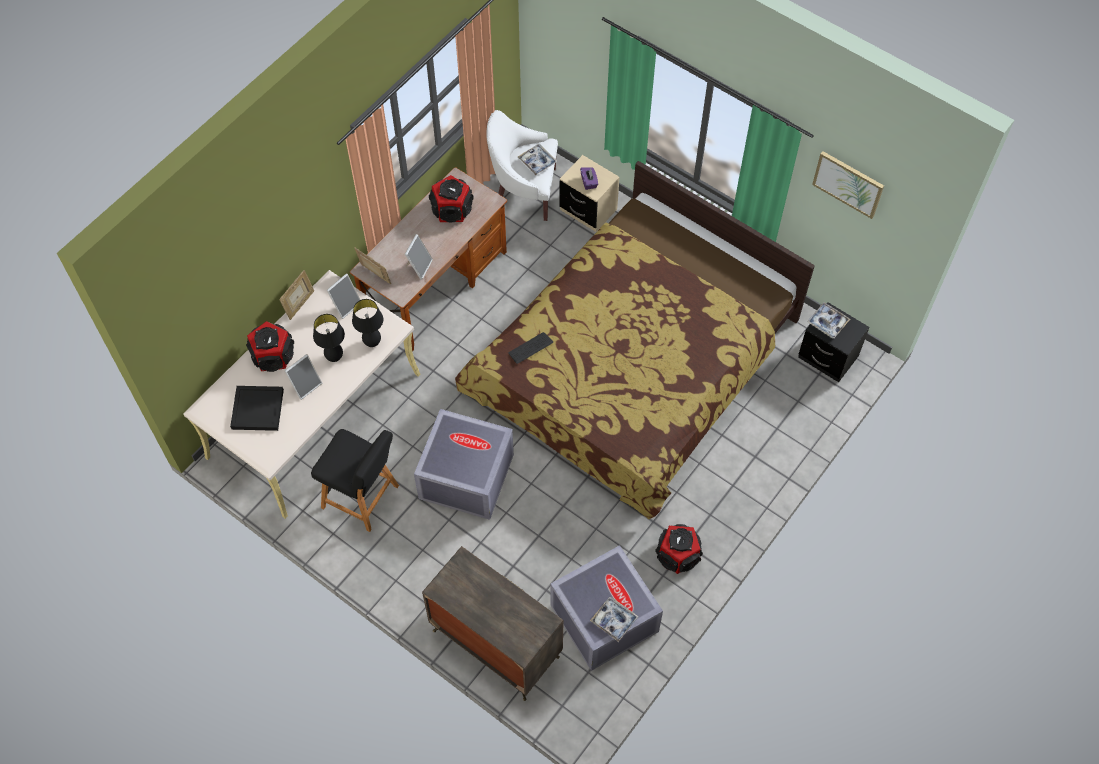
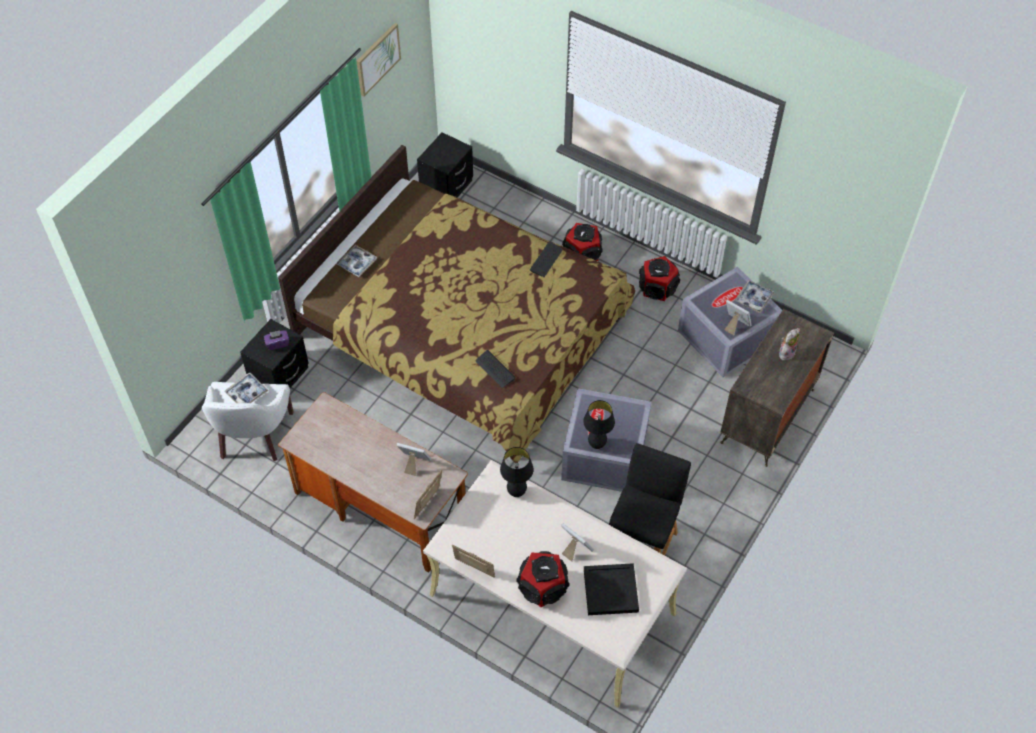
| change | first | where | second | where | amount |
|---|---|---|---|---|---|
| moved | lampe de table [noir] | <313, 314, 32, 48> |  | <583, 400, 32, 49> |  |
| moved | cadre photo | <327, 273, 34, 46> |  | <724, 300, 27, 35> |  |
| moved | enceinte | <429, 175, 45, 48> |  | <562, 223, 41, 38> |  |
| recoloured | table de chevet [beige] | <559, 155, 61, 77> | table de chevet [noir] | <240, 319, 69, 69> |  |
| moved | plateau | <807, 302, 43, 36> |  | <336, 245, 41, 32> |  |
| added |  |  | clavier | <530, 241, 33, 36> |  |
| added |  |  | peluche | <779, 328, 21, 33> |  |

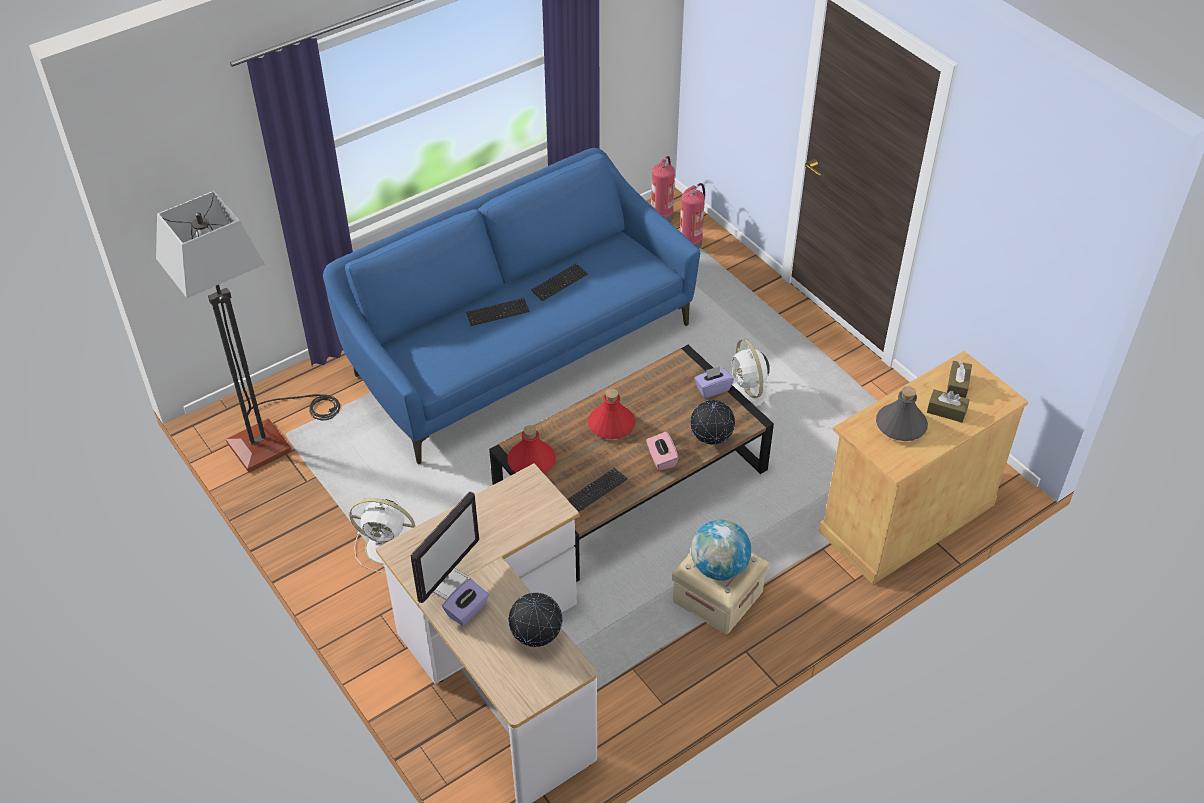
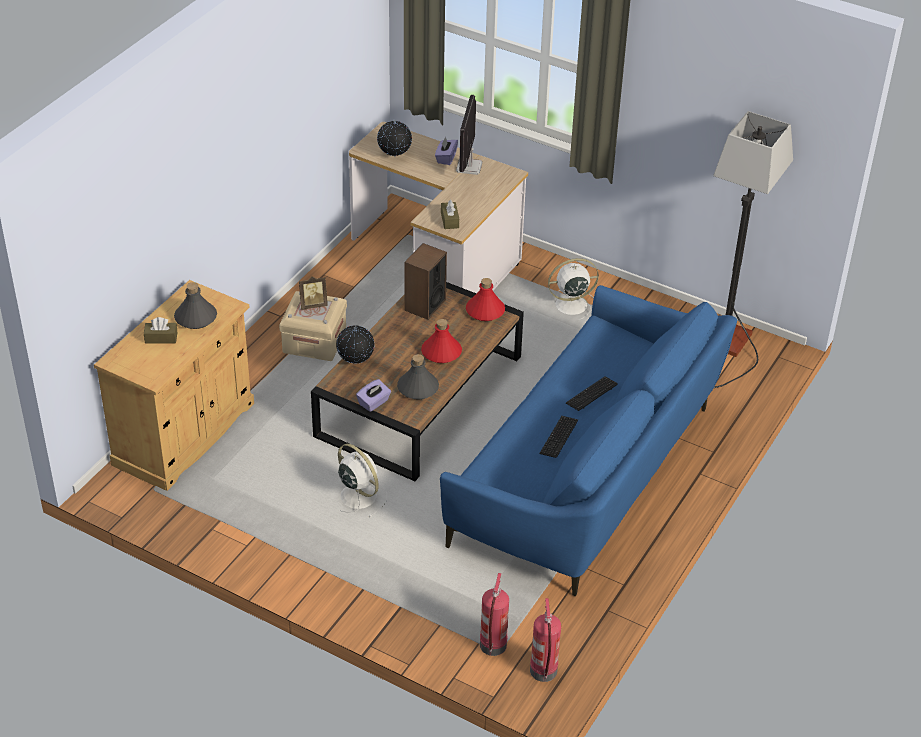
| change | first | where | second | where | amount |
|---|---|---|---|---|---|
| replaced | clavier | <567, 468, 61, 44> | enceinte | <404, 243, 43, 77> |  |
| removed | boîte à mouchoirs [rose] | <646, 431, 32, 40> |  |  |  |
| replaced | globe | <691, 520, 60, 60> | cadre photo | <299, 276, 29, 34> |  |
| moved | boîte à mouchoirs [marron] | <947, 361, 25, 37> |  | <441, 200, 18, 29> |  |
| added |  |  | bouteille [gris] | <397, 354, 42, 46> |  |

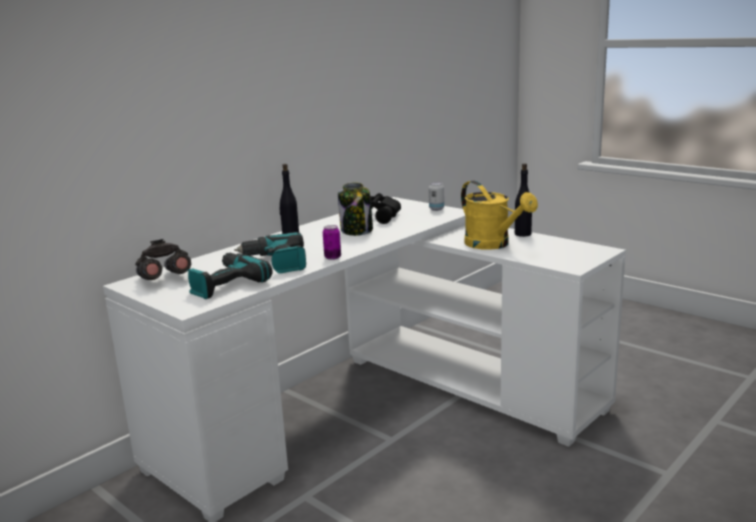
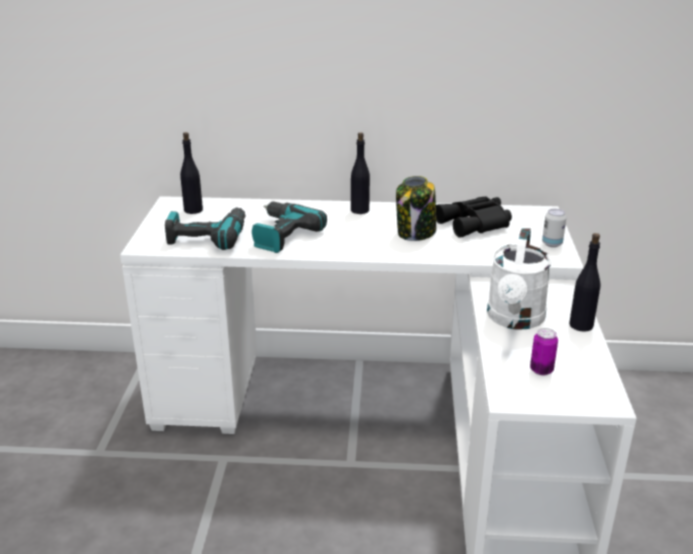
| change | first | where | second | where | amount |
|---|---|---|---|---|---|
| replaced | jumelles [gris] | <135, 239, 56, 41> | bouteille [noir] | <180, 132, 23, 82> |  |
| moved | boîte métallique | <323, 225, 18, 35> |  | <530, 328, 28, 47> |  |
| recoloured | arrosoir [jaune] | <461, 181, 77, 69> | arrosoir [blanc] | <487, 228, 65, 102> |  |

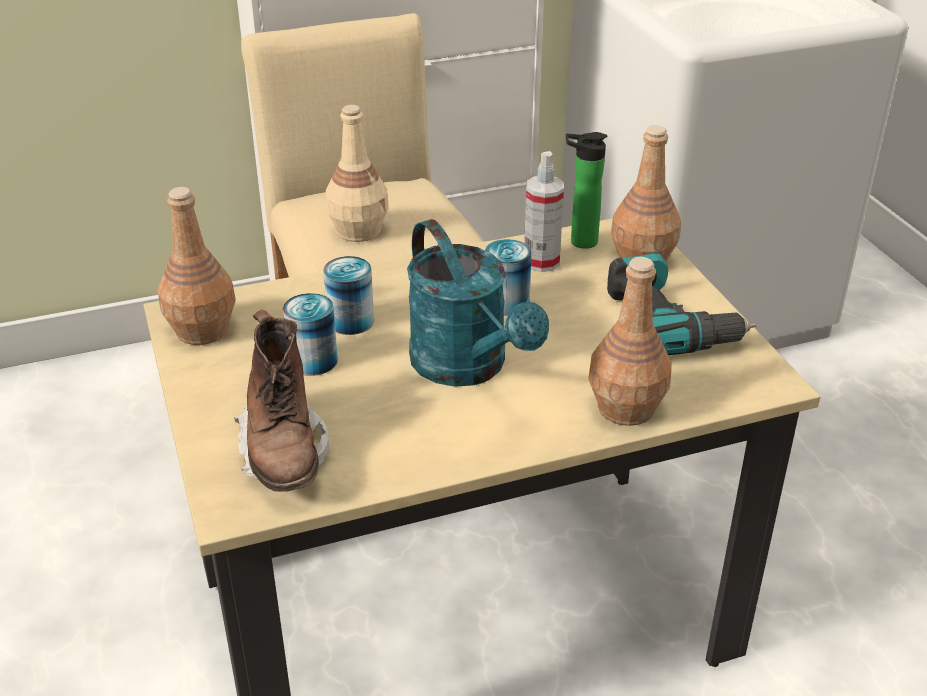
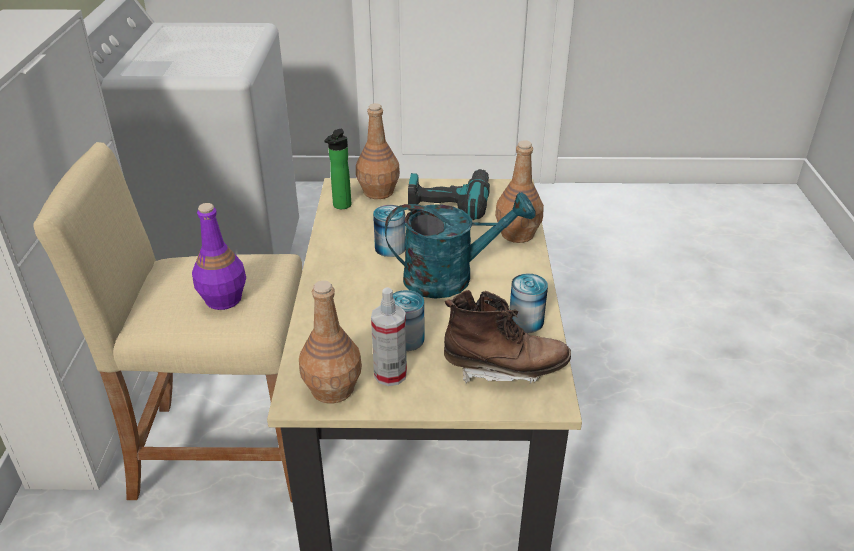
| change | first | where | second | where | amount |
|---|---|---|---|---|---|
| moved | boîte métallique | <323, 256, 51, 79> |  | <510, 273, 38, 60> |  |
| recoloured | bouteille [beige] | <326, 105, 63, 137> | bouteille [violet] | <192, 203, 54, 107> |  |
| moved | vaporisateur | <524, 151, 40, 121> |  | <371, 287, 36, 99> |  |

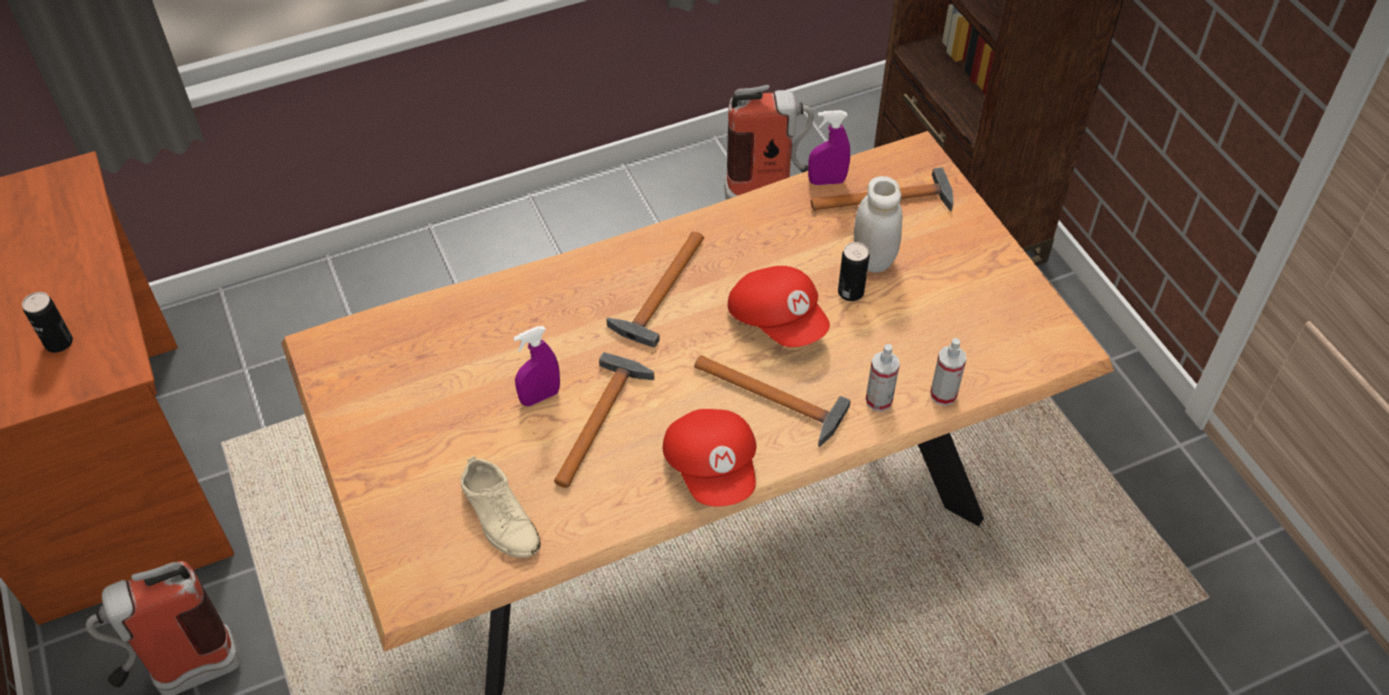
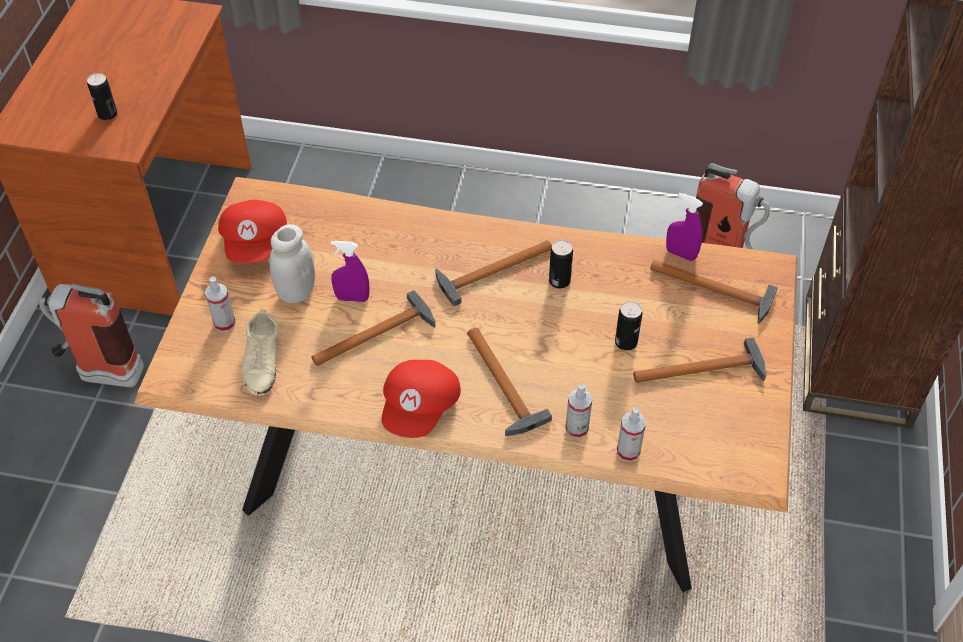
| change | first | where | second | where | amount |
|---|---|---|---|---|---|
| moved | casquette [rouge] | <728, 266, 102, 81> |  | <218, 200, 69, 63> |  |
| moved | bocal [blanc] | <854, 176, 48, 97> |  | <269, 224, 46, 79> |  |
| added |  |  | vaporisateur | <205, 276, 31, 56> |  |
| added |  |  | boîte métallique | <549, 240, 24, 48> |  |
| added |  |  | marteau | <633, 337, 133, 46> |  |

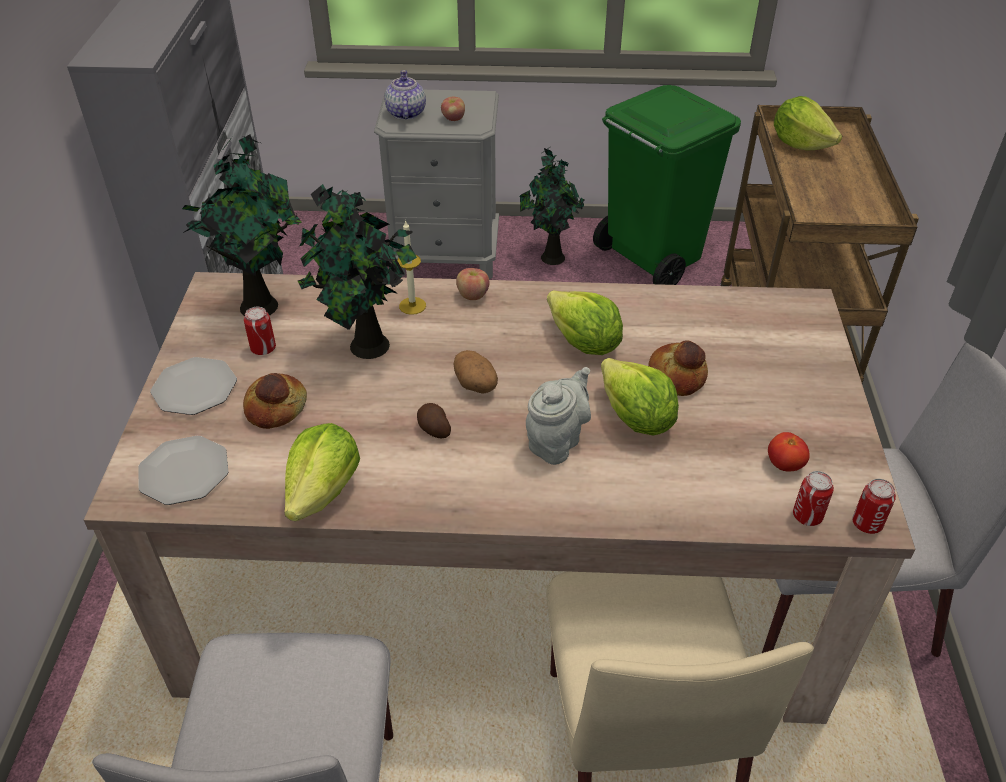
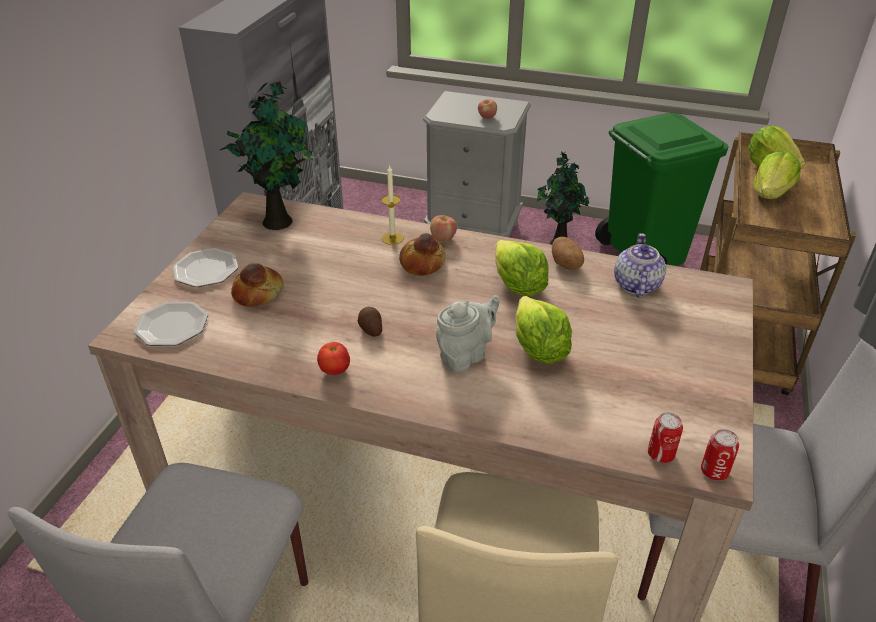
| change | first | where | second | where | amount |
|---|---|---|---|---|---|
| removed | boîte métallique | <244, 307, 32, 48> |  |  |  |
| moved | laitue | <284, 423, 76, 98> |  | <753, 151, 48, 48> |  |
| removed | plante en pot | <298, 184, 119, 175> |  |  |  |
| moved | théière | <384, 70, 42, 50> |  | <614, 233, 52, 65> |  |
| moved | pomme de terre | <454, 350, 44, 44> |  | <552, 237, 32, 33> |  |
| moved | pain | <648, 340, 60, 56> |  | <399, 233, 47, 43> |  |
| moved | tomate | <768, 432, 42, 40> |  | <317, 342, 33, 33> |  |

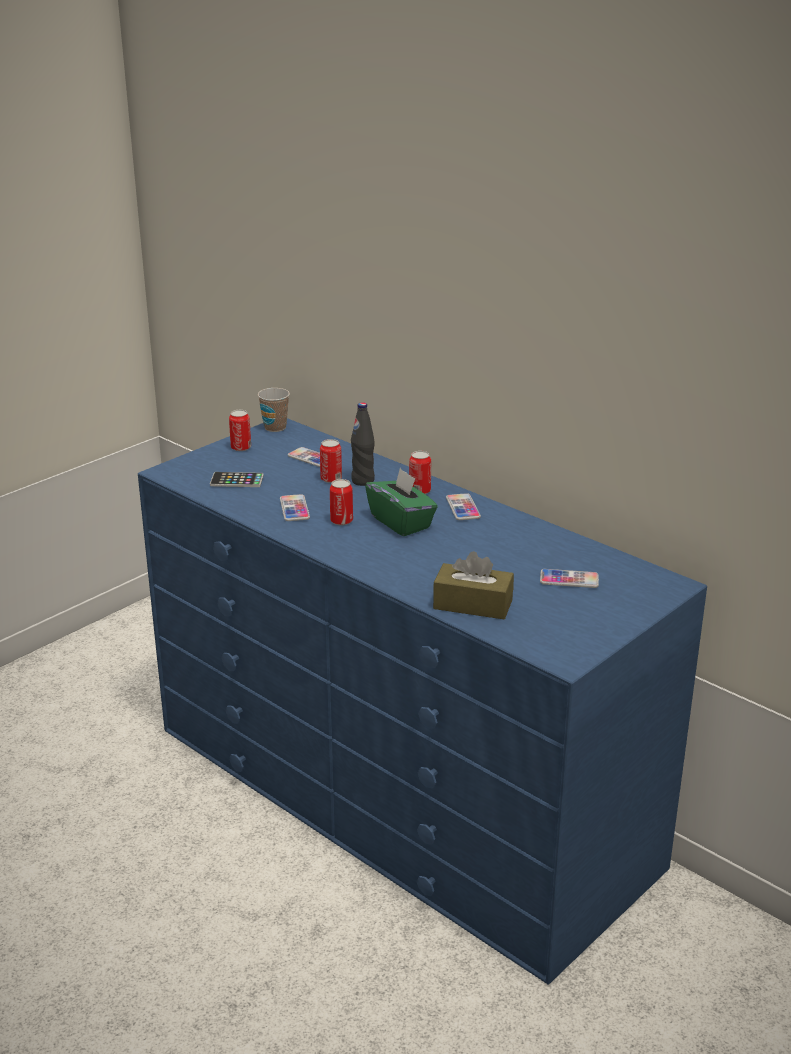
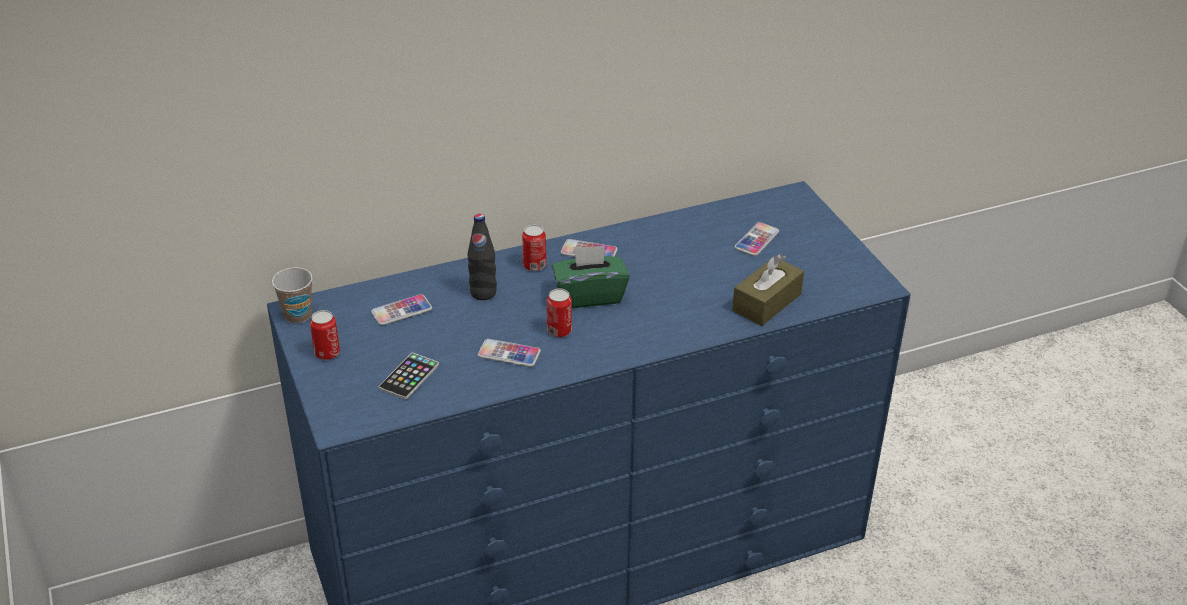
| change | first | where | second | where | amount |
|---|---|---|---|---|---|
| removed | boîte métallique | <320, 439, 22, 44> |  |  |  |

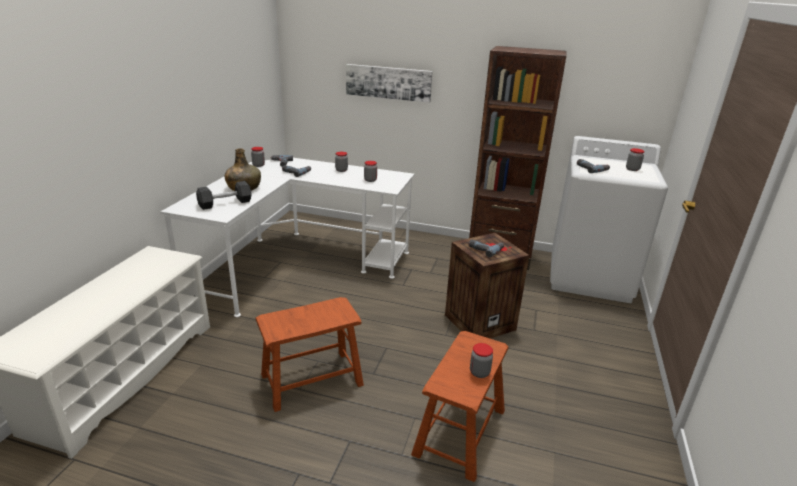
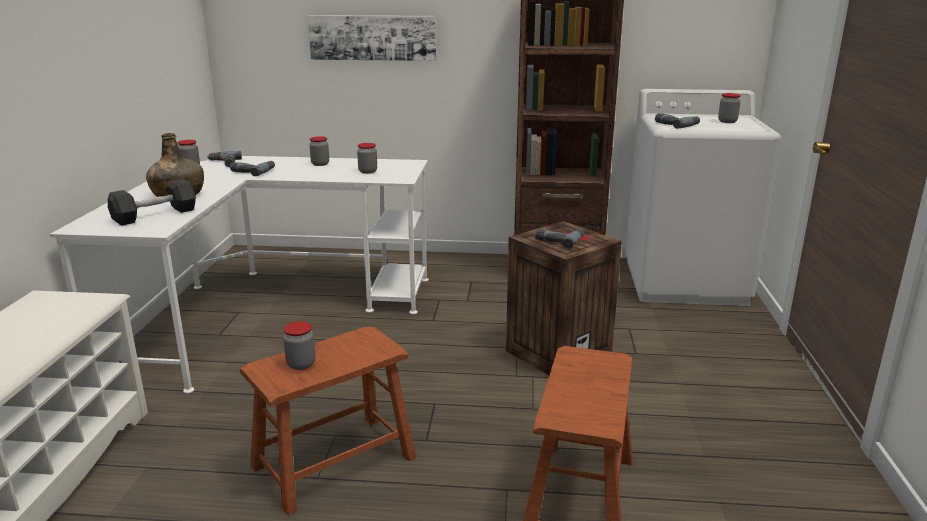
| change | first | where | second | where | amount |
|---|---|---|---|---|---|
| moved | bocal | <470, 343, 23, 35> |  | <283, 321, 32, 49> |  |

